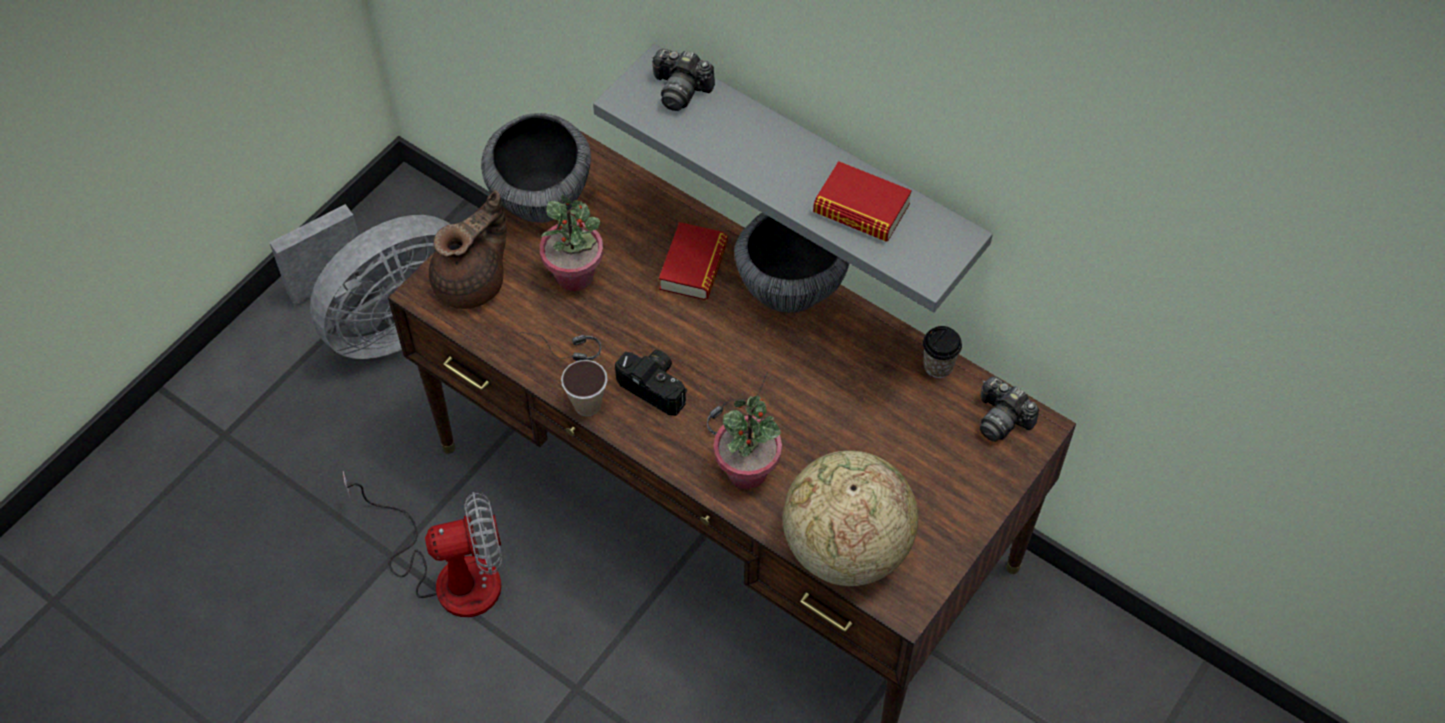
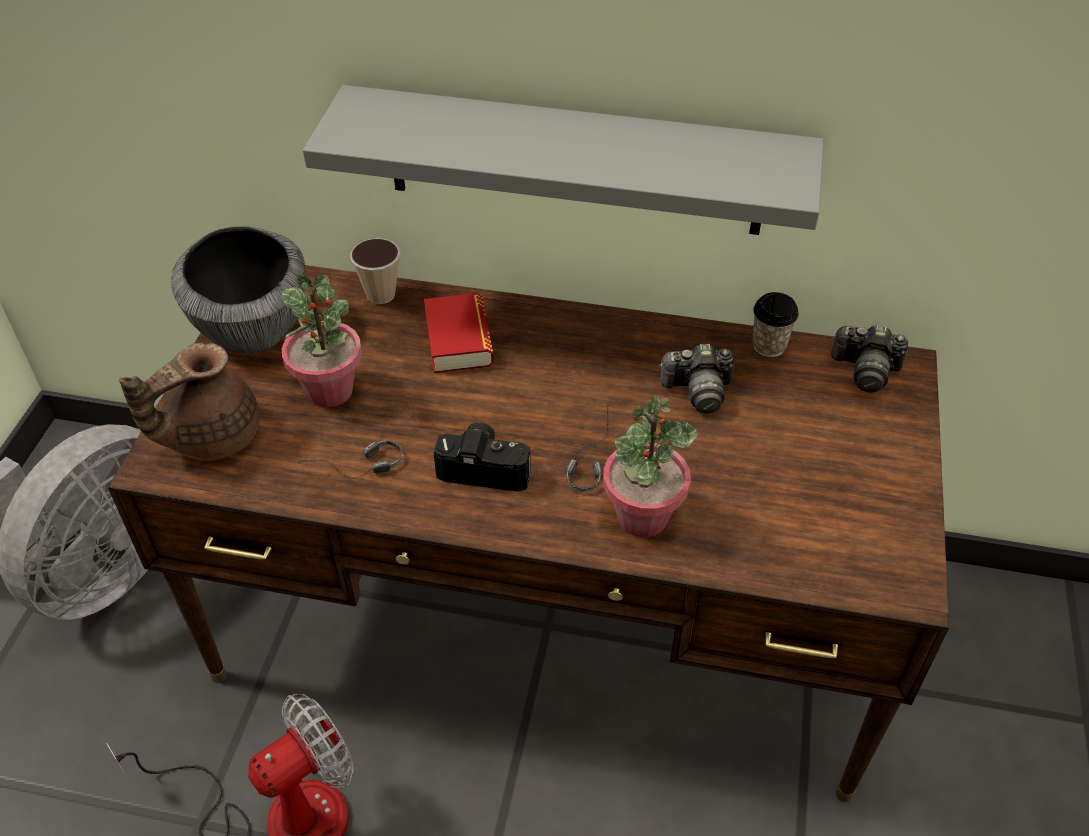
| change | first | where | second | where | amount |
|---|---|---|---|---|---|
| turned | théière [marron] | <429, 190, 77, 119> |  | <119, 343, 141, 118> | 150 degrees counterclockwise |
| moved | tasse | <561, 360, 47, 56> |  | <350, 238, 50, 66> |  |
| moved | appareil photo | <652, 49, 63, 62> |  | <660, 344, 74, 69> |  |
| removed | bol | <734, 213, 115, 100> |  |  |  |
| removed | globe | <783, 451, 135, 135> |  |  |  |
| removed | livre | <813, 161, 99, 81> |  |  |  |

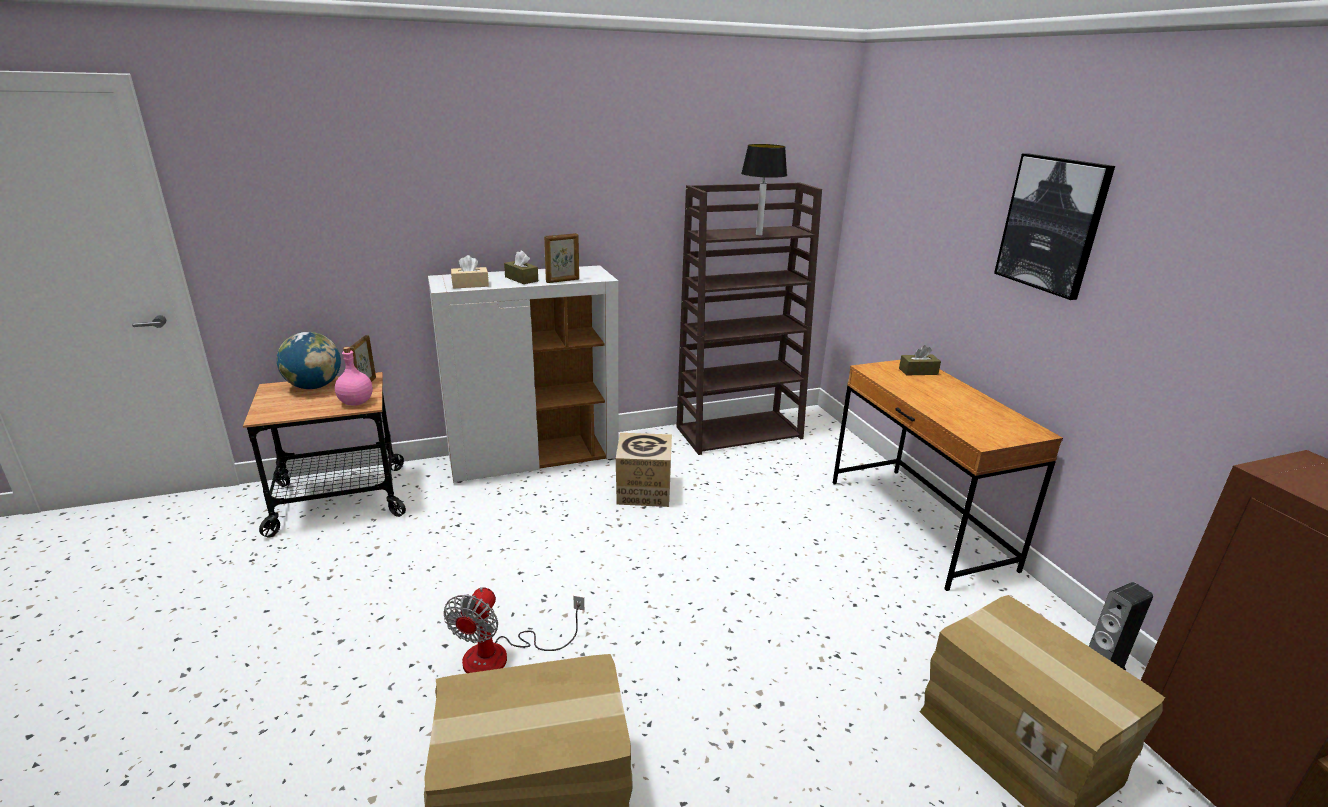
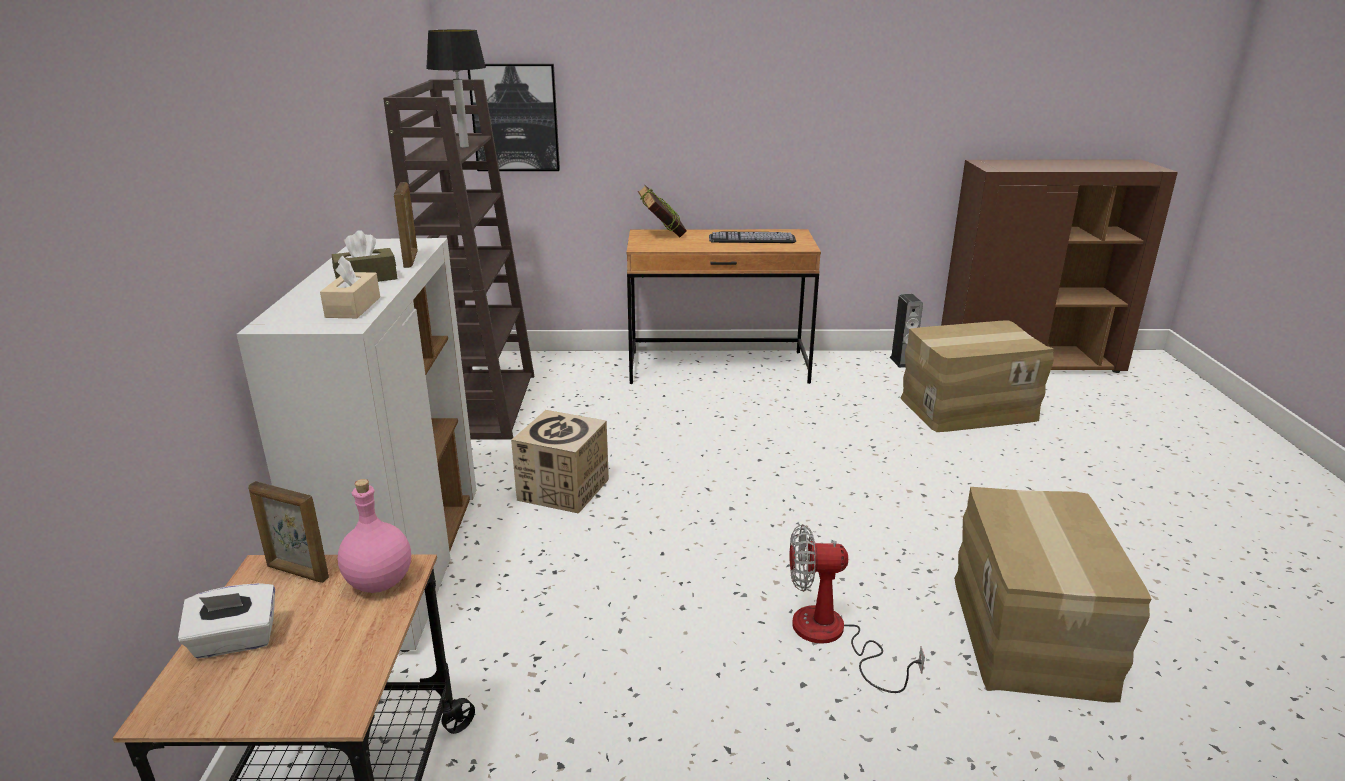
| change | first | where | second | where | amount |
|---|---|---|---|---|---|
| replaced | globe | <277, 332, 64, 57> | boîte à mouchoirs [blanc] | <178, 583, 97, 76> |  |
| turned | ventilateur | <443, 587, 141, 86> |  | <790, 524, 135, 169> | 150 degrees clockwise |
| replaced | boîte à mouchoirs [marron] | <899, 345, 42, 30> | livre | <638, 185, 49, 53> |  |
| moved | tableau | <994, 154, 121, 146> |  | <468, 64, 92, 107> |  |
| added |  |  | clavier | <709, 232, 87, 11> |  |

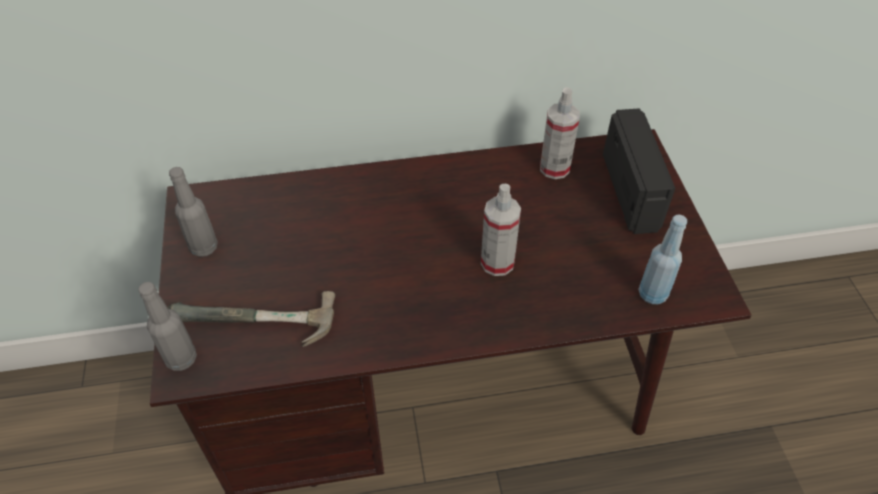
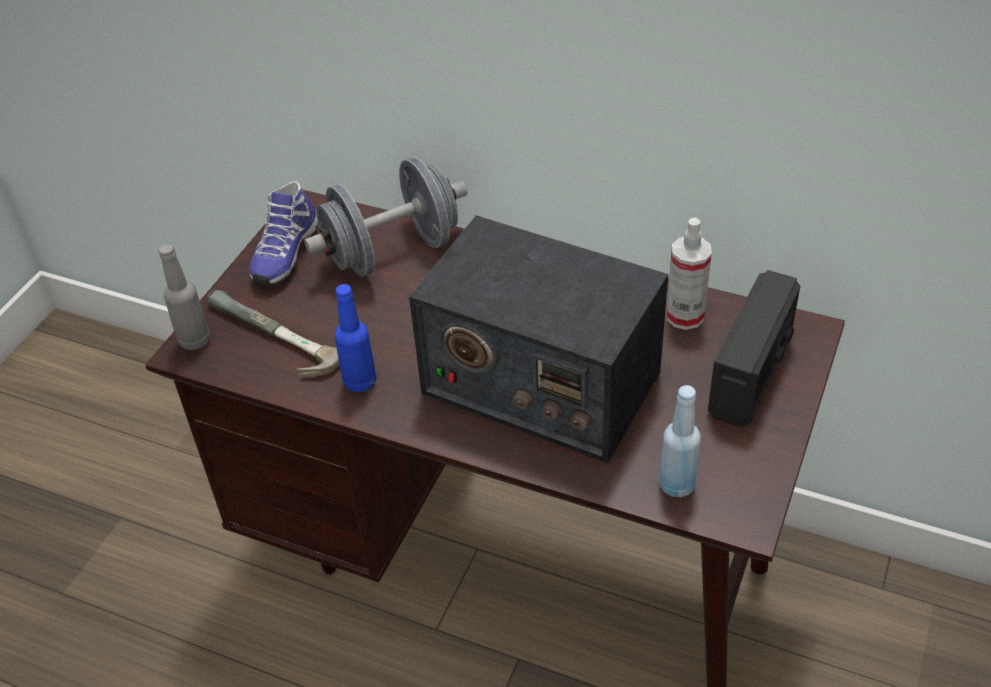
| change | first | where | second | where | amount |
|---|---|---|---|---|---|
| replaced | bouteille [gris] | <169, 167, 49, 90> | chaussure | <249, 181, 69, 106> |  |
| replaced | vaporisateur | <481, 184, 40, 92> | radio | <409, 215, 259, 248> |  |
| added |  |  | haltère [gris] | <304, 157, 163, 120> |  |
| added |  |  | bouteille [bleu] | <335, 284, 42, 108> |  |

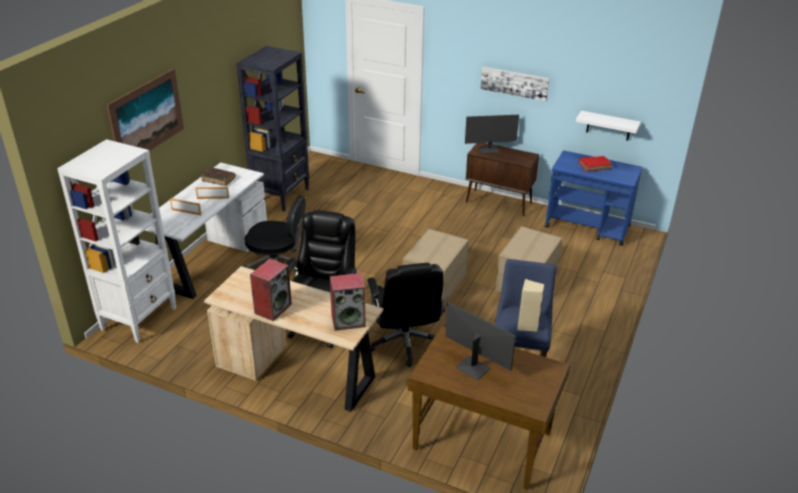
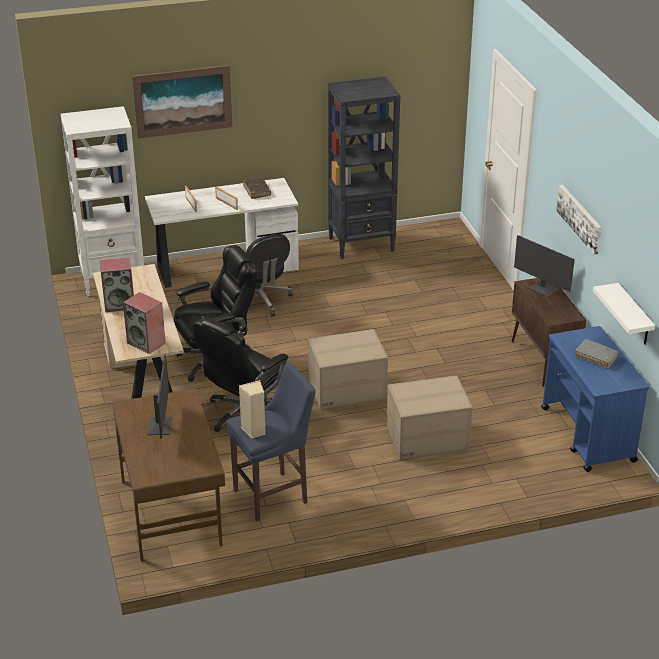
| change | first | where | second | where | amount |
|---|---|---|---|---|---|
| recoloured | livre [rouge] | <579, 156, 33, 16> | livre [gris] | <575, 339, 44, 30> |  |

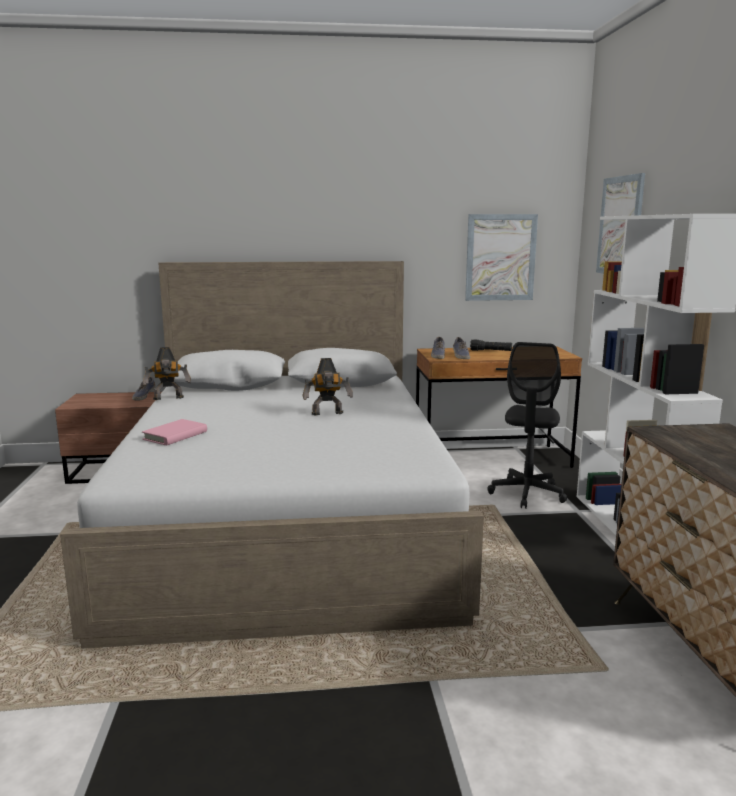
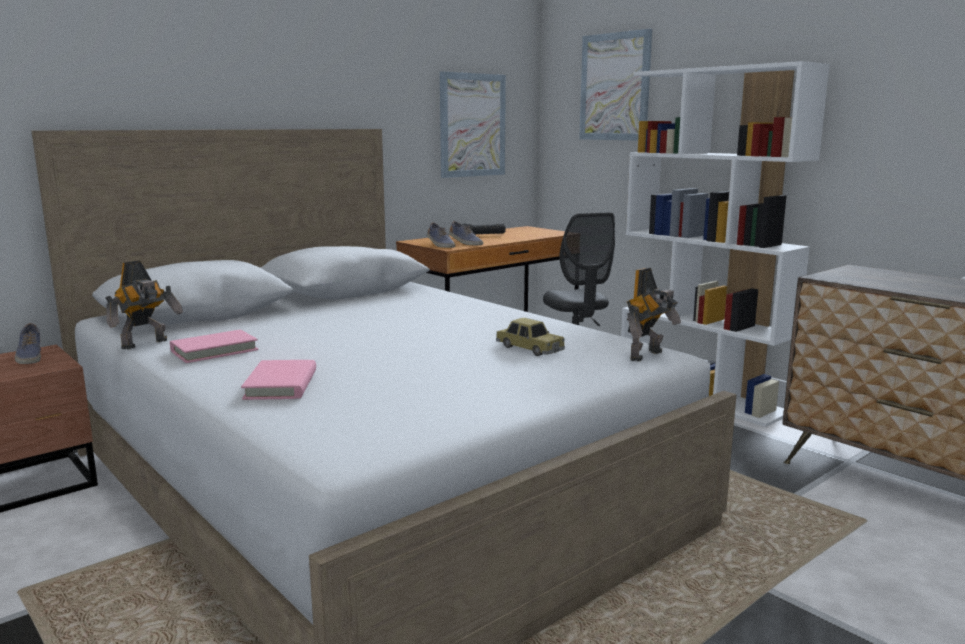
| change | first | where | second | where | amount |
|---|---|---|---|---|---|
| moved | robot jouet | <302, 358, 51, 58> |  | <627, 268, 54, 93> |  |
| added |  |  | livre [rose] | <170, 330, 89, 33> |  |
| added |  |  | petite voiture | <496, 318, 69, 38> |  |

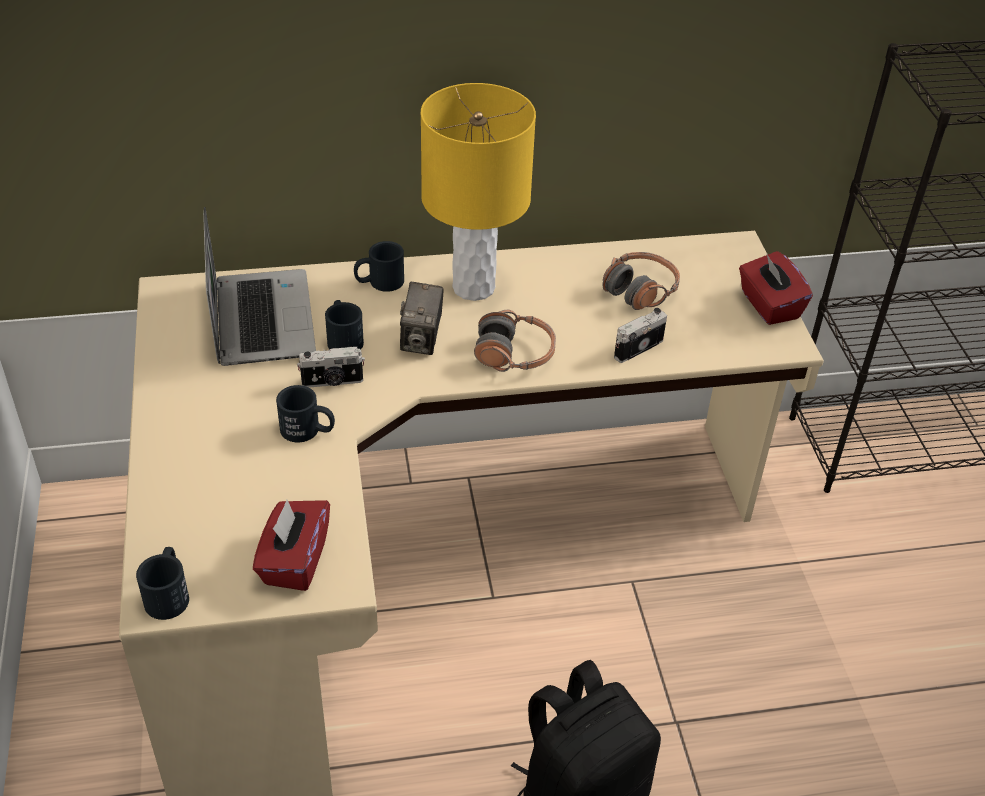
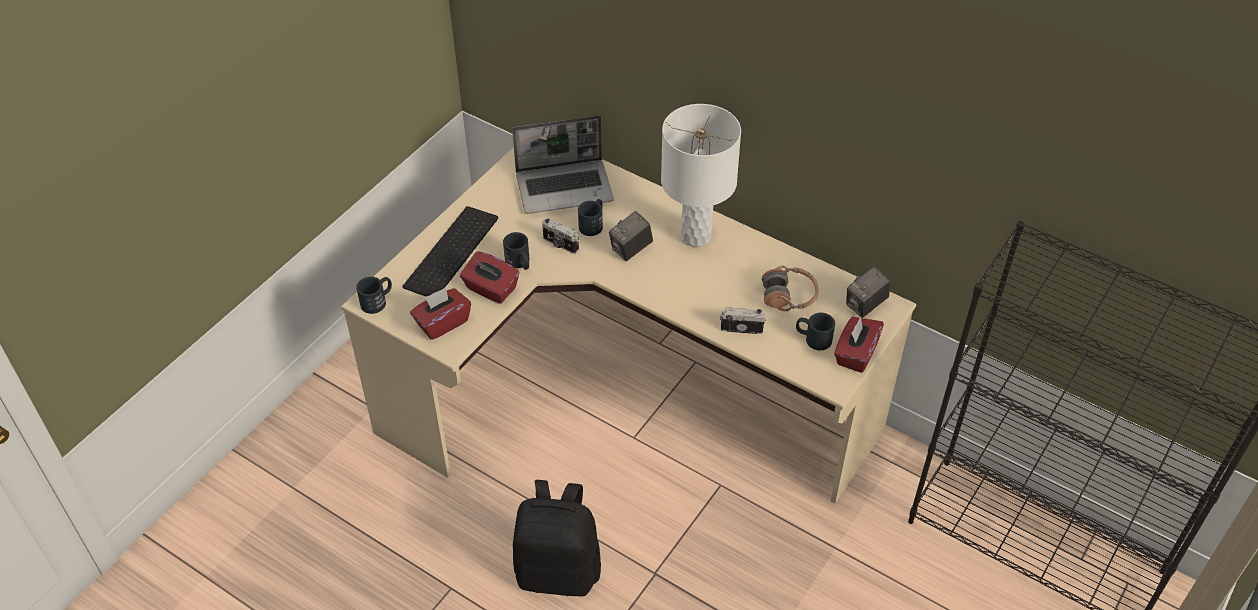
| change | first | where | second | where | amount |
|---|---|---|---|---|---|
| turned | ordinateur portable | <203, 207, 113, 159> |  | <512, 115, 102, 99> | 45 degrees clockwise |
| moved | mug [noir] | <354, 241, 50, 51> |  | <796, 313, 39, 37> |  |
| recoloured | lampe de table [jaune] | <421, 83, 115, 218> | lampe de table [blanc] | <661, 104, 80, 143> |  |
| removed | casque audio | <474, 310, 82, 62> |  |  |  |
| added |  |  | clavier | <402, 206, 96, 90> |  |
| added |  |  | boîte à mouchoirs [rouge] | <460, 251, 59, 53> |  |
| added |  |  | appareil photo | <846, 266, 44, 52> |  |

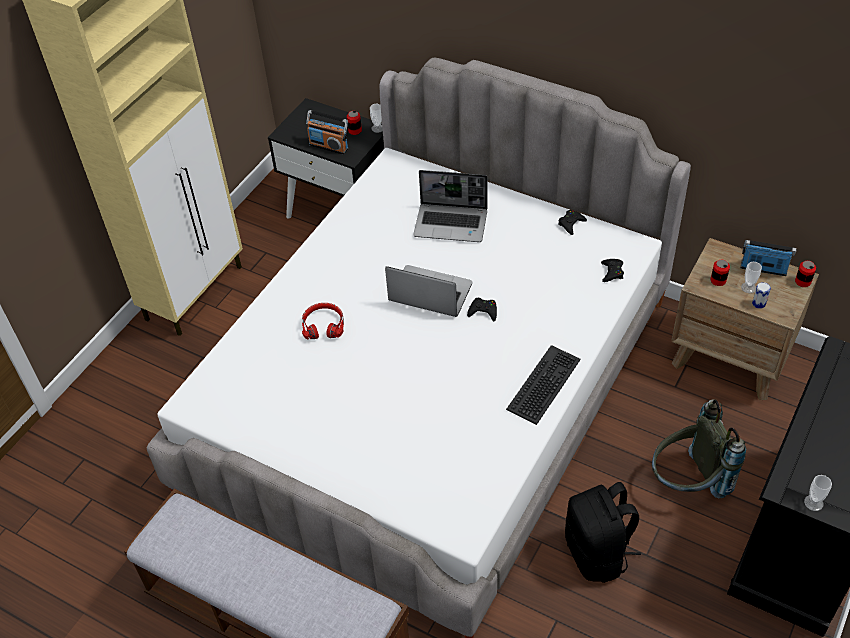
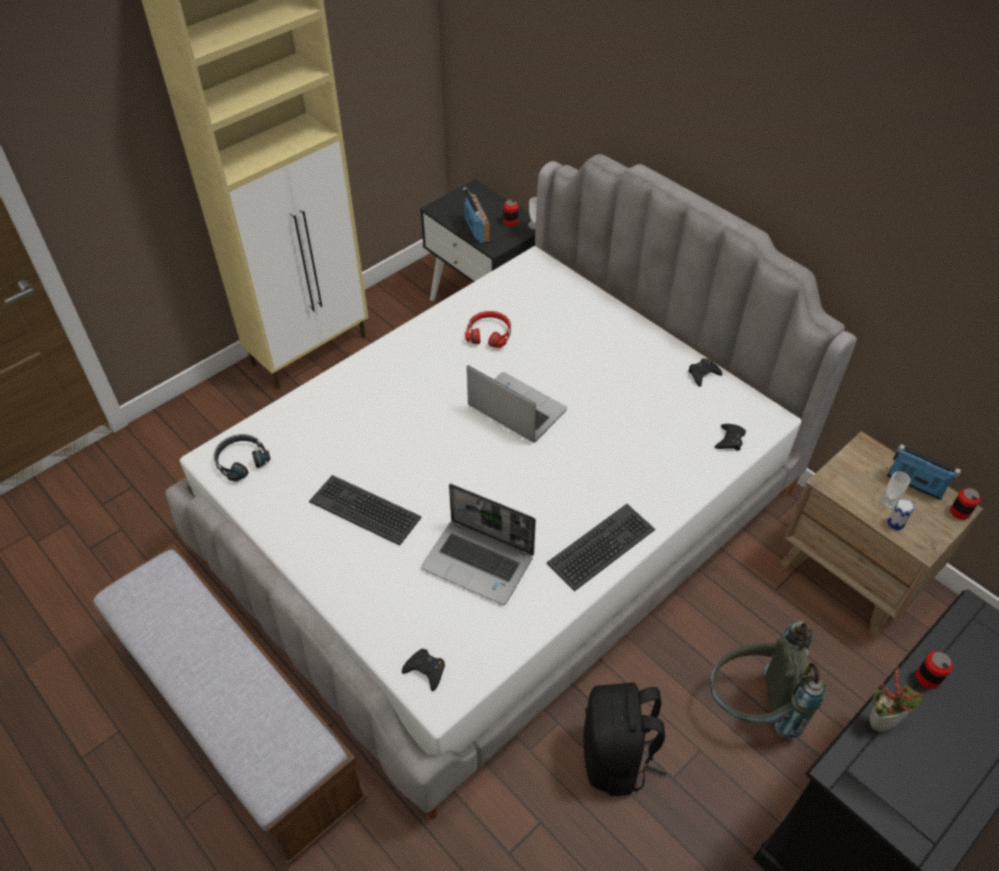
| change | first | where | second | where | amount |
|---|---|---|---|---|---|
| moved | casque audio [rouge] | <302, 303, 42, 37> |  | <465, 311, 46, 37> |  |
| turned | radio | <306, 110, 42, 44> |  | <463, 187, 27, 58> | 150 degrees counterclockwise |
| moved | ordinateur portable | <413, 170, 75, 72> |  | <421, 484, 115, 121> |  |
| moved | manette [noir] | <467, 298, 30, 23> |  | <402, 649, 43, 42> |  |
| moved | boîte métallique | <710, 260, 20, 26> |  | <916, 651, 37, 38> |  |
| removed | tasse | <804, 475, 28, 36> |  |  |  |
| added |  |  | casque audio [noir] | <214, 434, 56, 48> |  |
| added |  |  | clavier | <309, 475, 113, 71> |  |
| added |  |  | plante en pot | <870, 667, 52, 65> |  |

